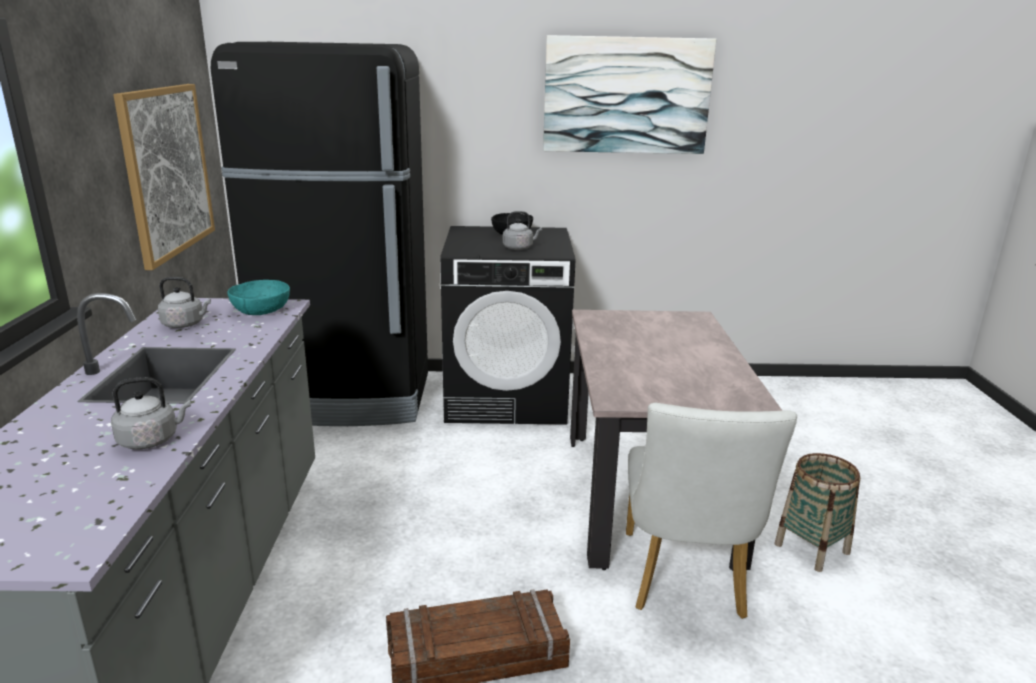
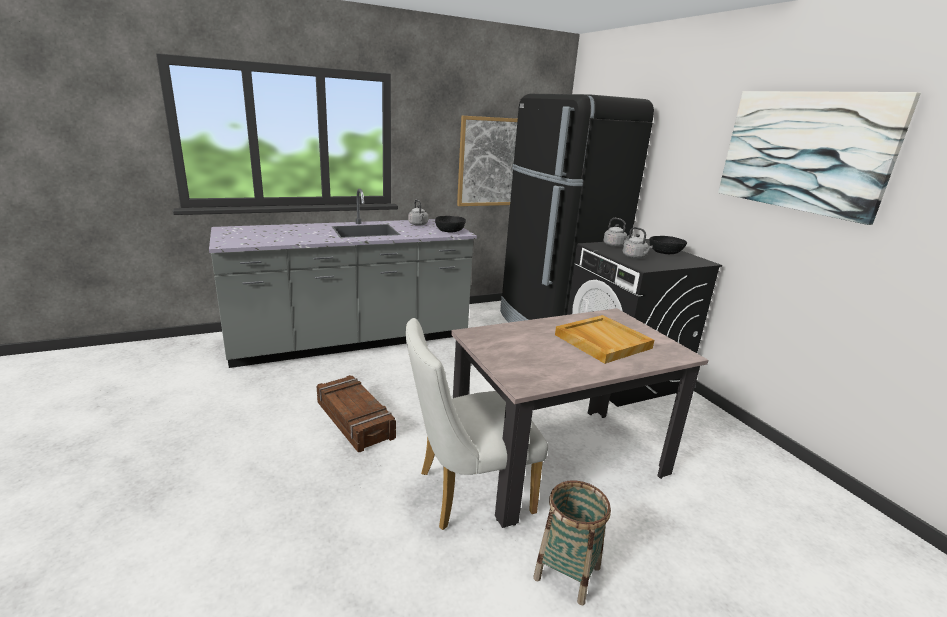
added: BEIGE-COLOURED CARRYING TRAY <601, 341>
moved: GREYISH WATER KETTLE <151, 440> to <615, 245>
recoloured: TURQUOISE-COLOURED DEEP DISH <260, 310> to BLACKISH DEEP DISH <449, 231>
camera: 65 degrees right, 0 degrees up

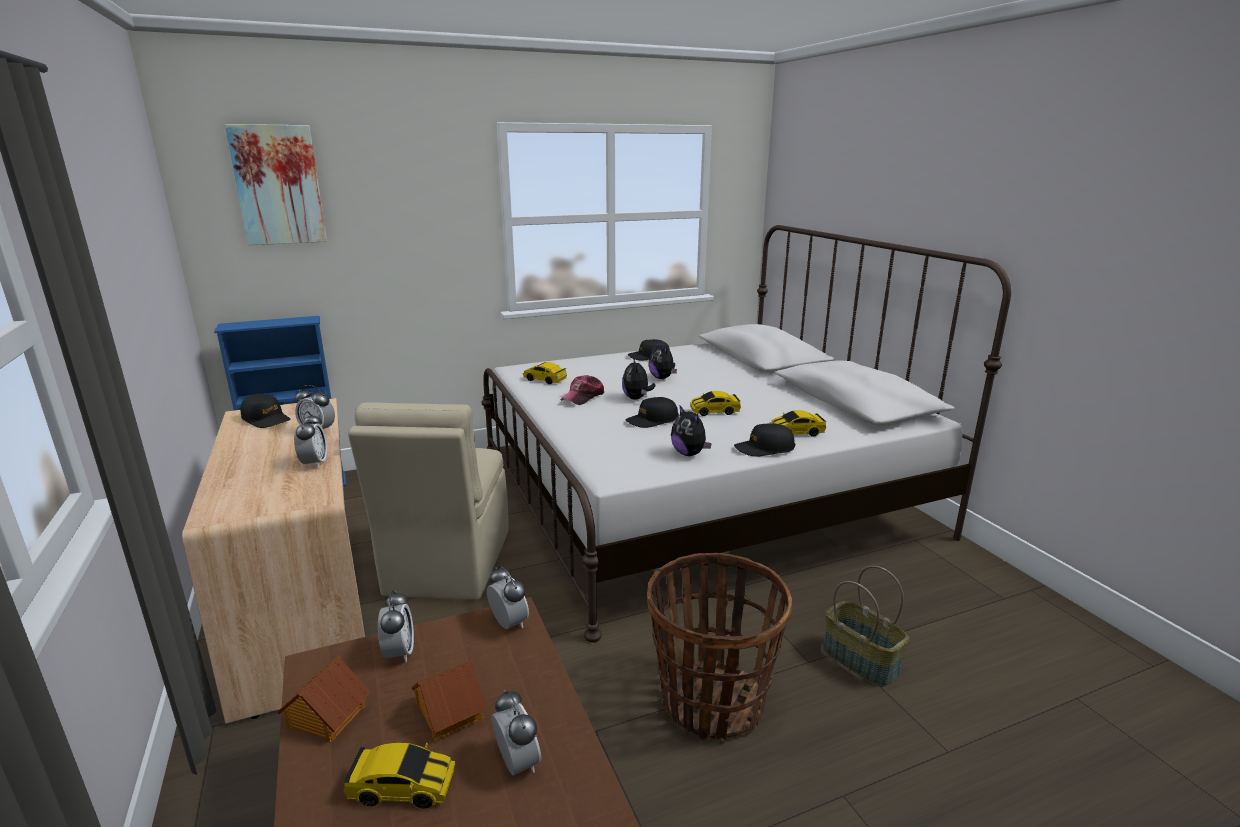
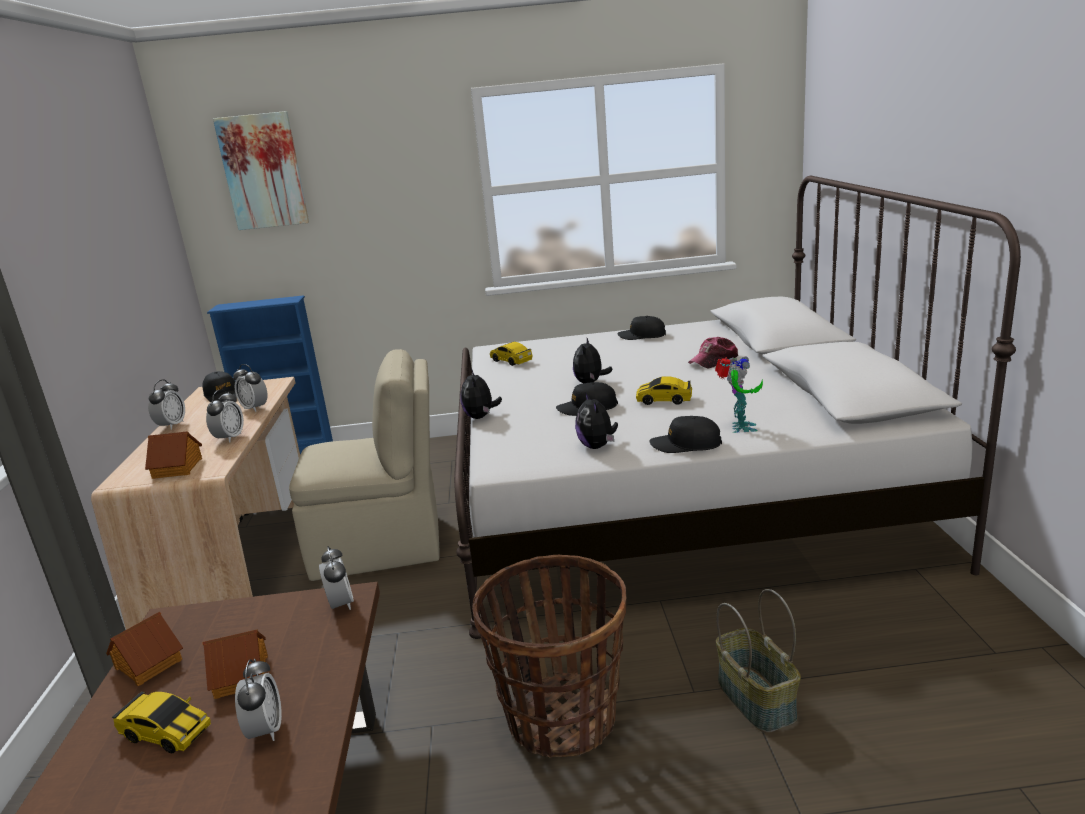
added: MODEL HOUSE <178, 468>
moved: TABLE CLOCK <399, 653> to <172, 425>; PEAKED CAP <583, 397> to <714, 360>; SOFT TOY <662, 378> to <481, 417>
replaced: TOY CAR <796, 432> to ROBOT FIGURE <740, 428>
turned: BEIGE-COLOURED UPRIGHT CHAIR <447, 564> = <381, 546> 120 degrees counterclockwise
camera: 20 degrees right, 0 degrees up

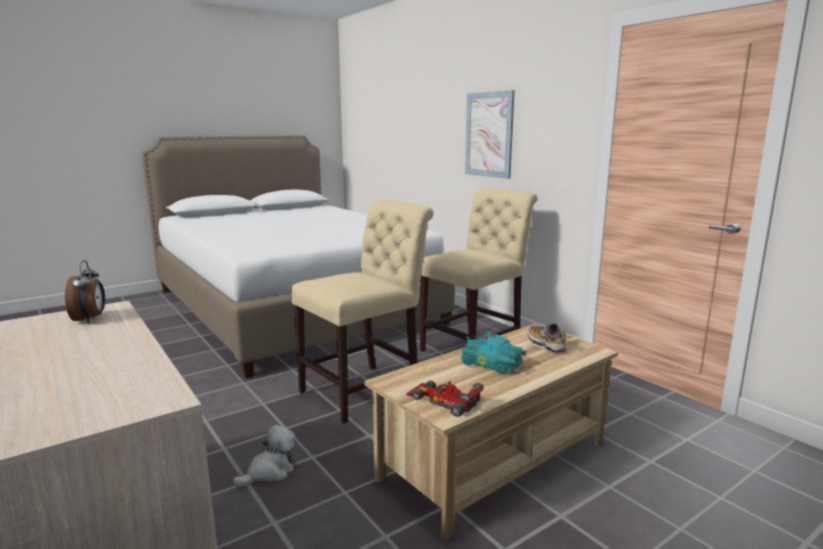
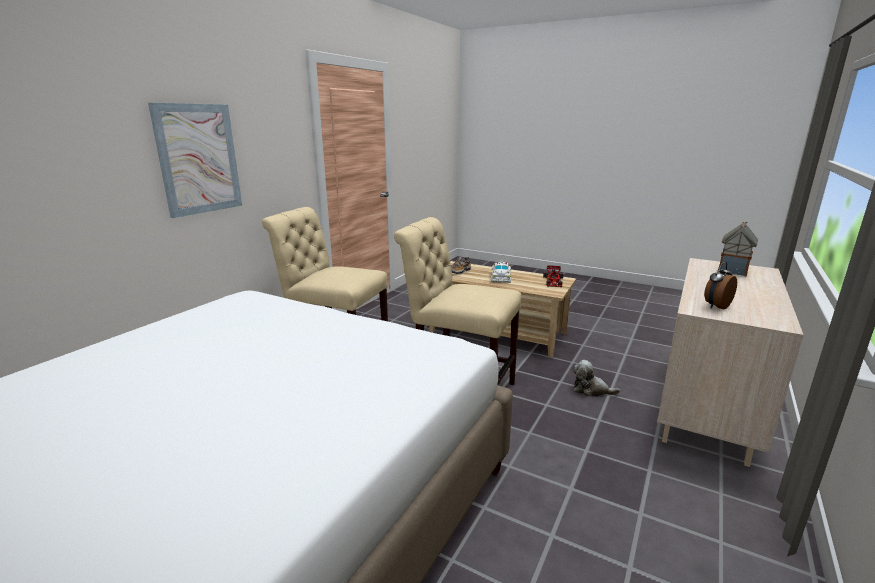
added: MODEL HOUSE <733, 271>
recoloured: TURQUOISE-COLOURED TOY CAR <492, 364> to WHITE-COLOURED TOY CAR <501, 278>
camera: 115 degrees left, 5 degrees up

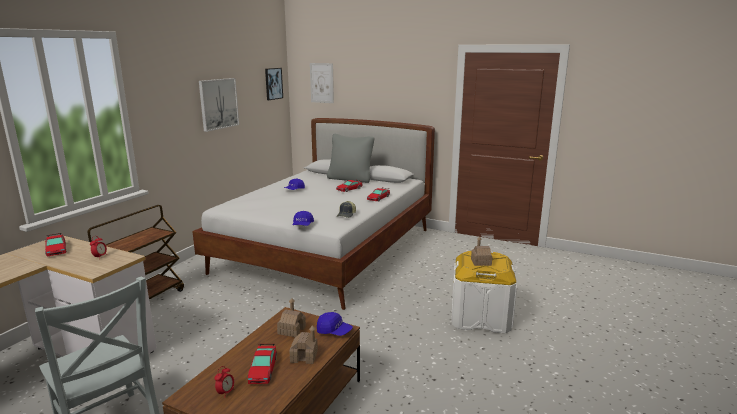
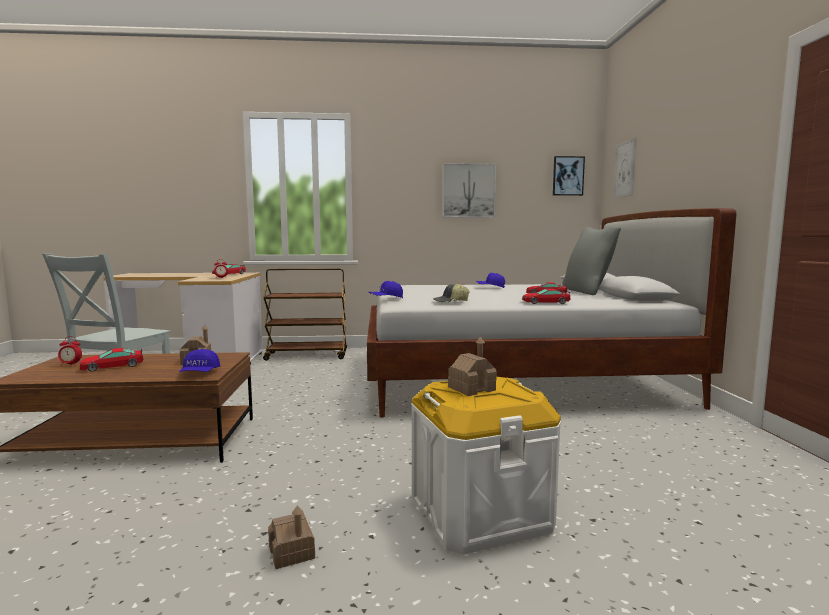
moved: MODEL HOUSE <304, 356> to <291, 553>
camera: 60 degrees right, 10 degrees down

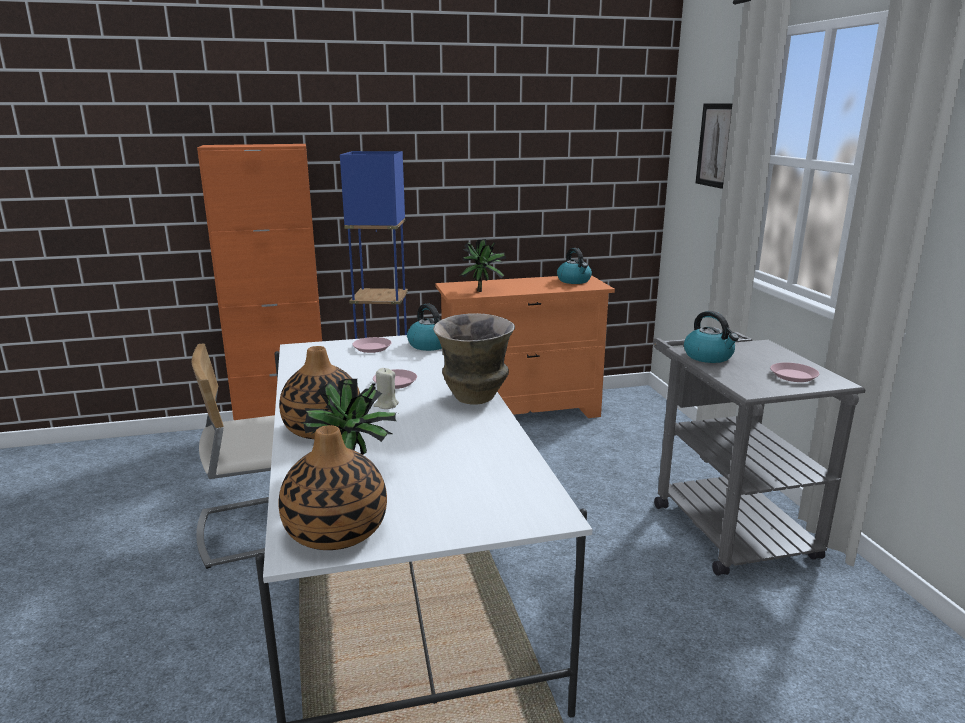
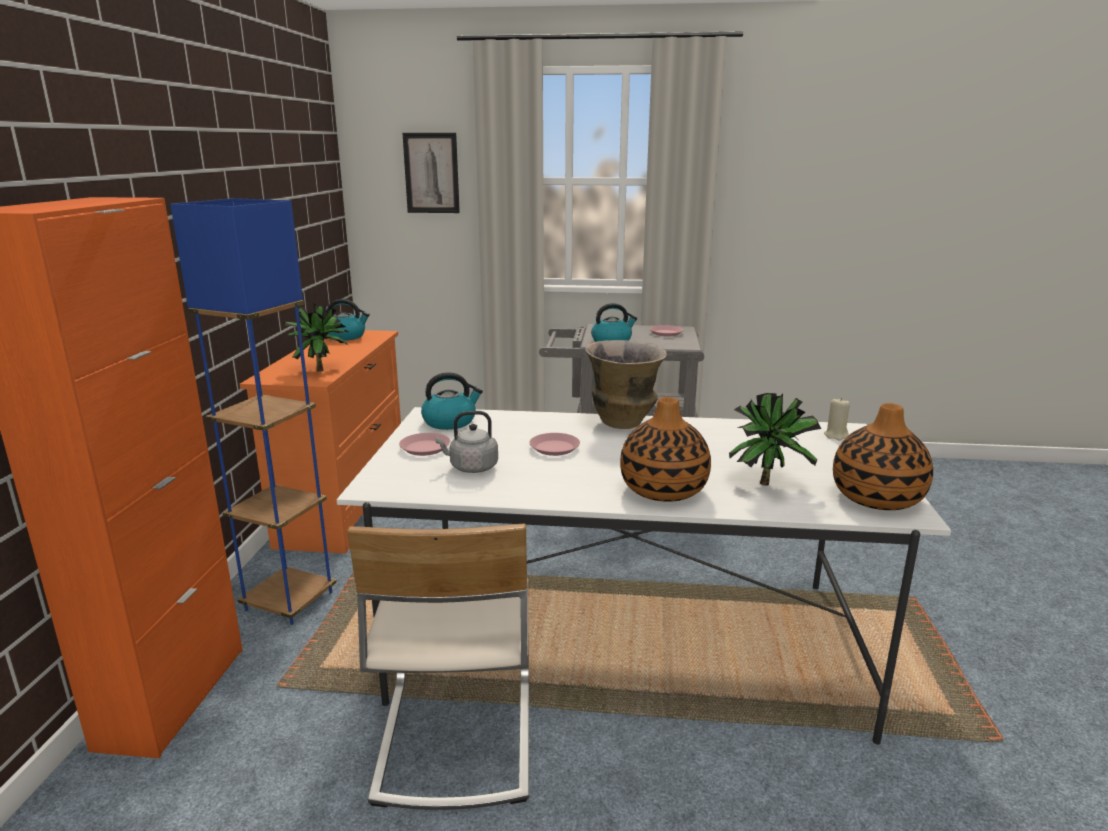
added: GREYISH WATER KETTLE <471, 467>
moved: BEIGE-COLOURED WAX LIGHT <386, 405> to <836, 435>
camera: 70 degrees left, 0 degrees up

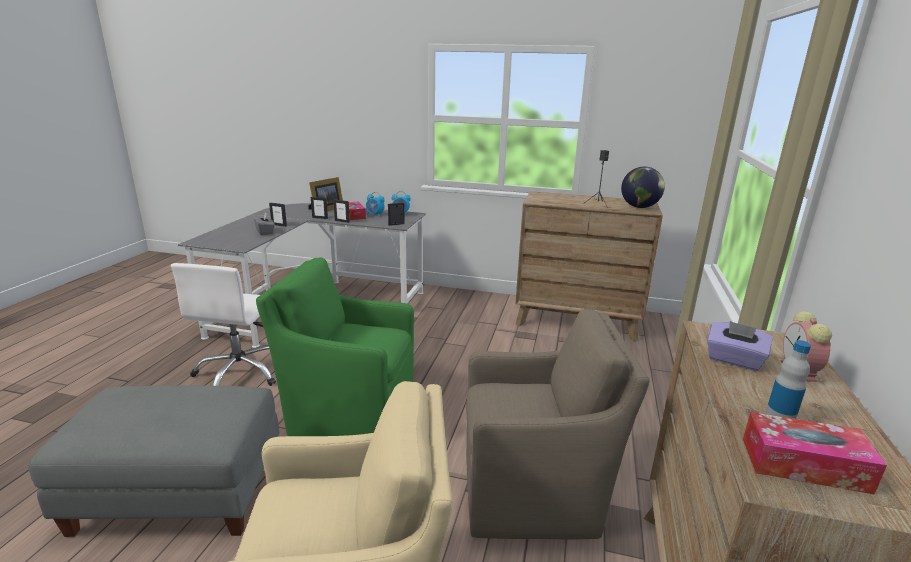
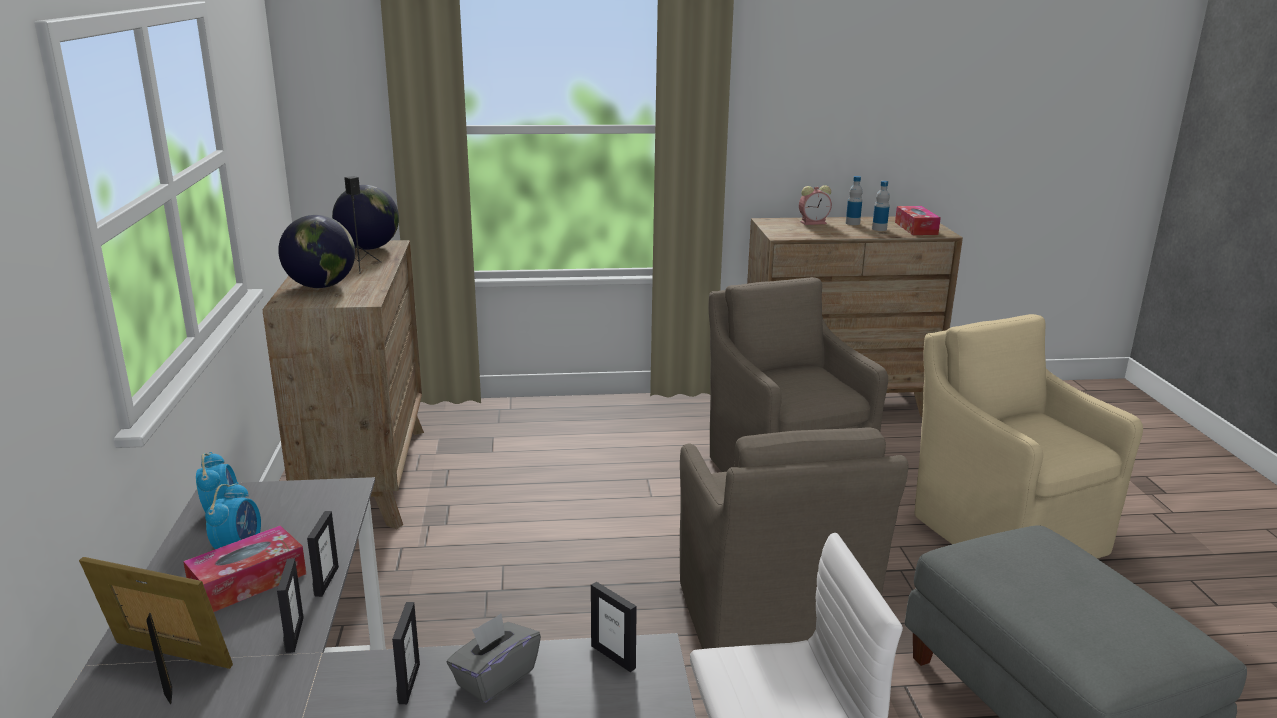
removed: PURPLE TISSUE HOLDER <733, 360>
added: GLOBE <321, 286>; BEVERAGE BOTTLE <852, 223>
moved: PICTURE FRAME <396, 224> to <613, 656>
recoloured: GREEN LOUNGE CHAIR <349, 412> to BROWN LOUNGE CHAIR <770, 627>
camera: 110 degrees left, 0 degrees up

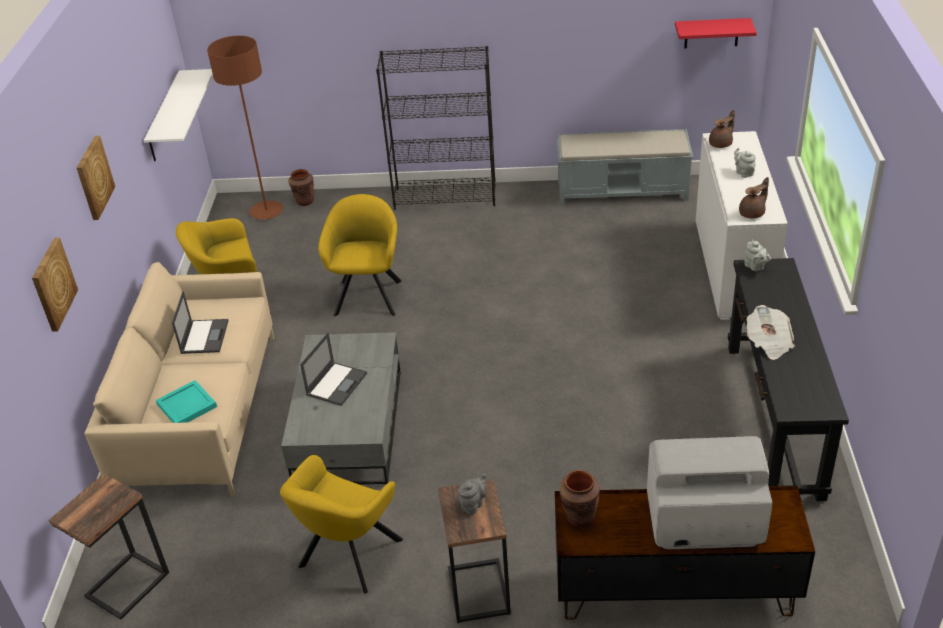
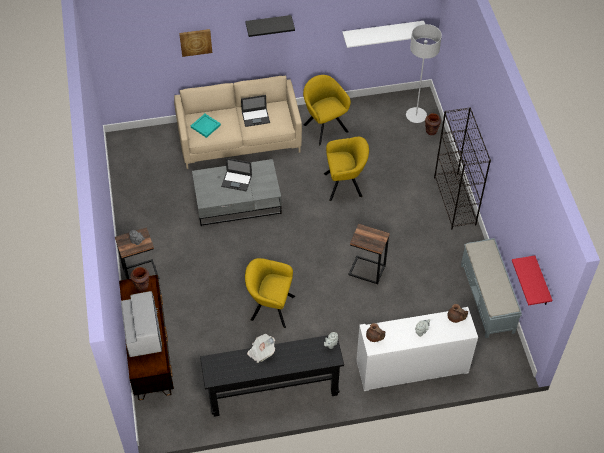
moved: END TABLE <128, 585> to <367, 270>; YELLOW-COLOURED LOUNGE CHAIR <347, 557> to <270, 307>
replaced: WALL ART <93, 177> to BLACKISH SHELF <268, 24>
recoloured: BROWN STANDARD LAMP <266, 211> to GREYISH STANDARD LAMP <416, 116>
camera: 75 degrees right, 15 degrees up

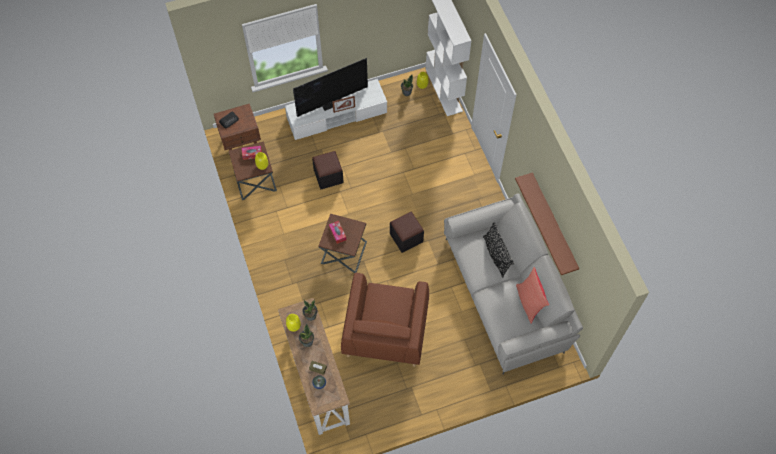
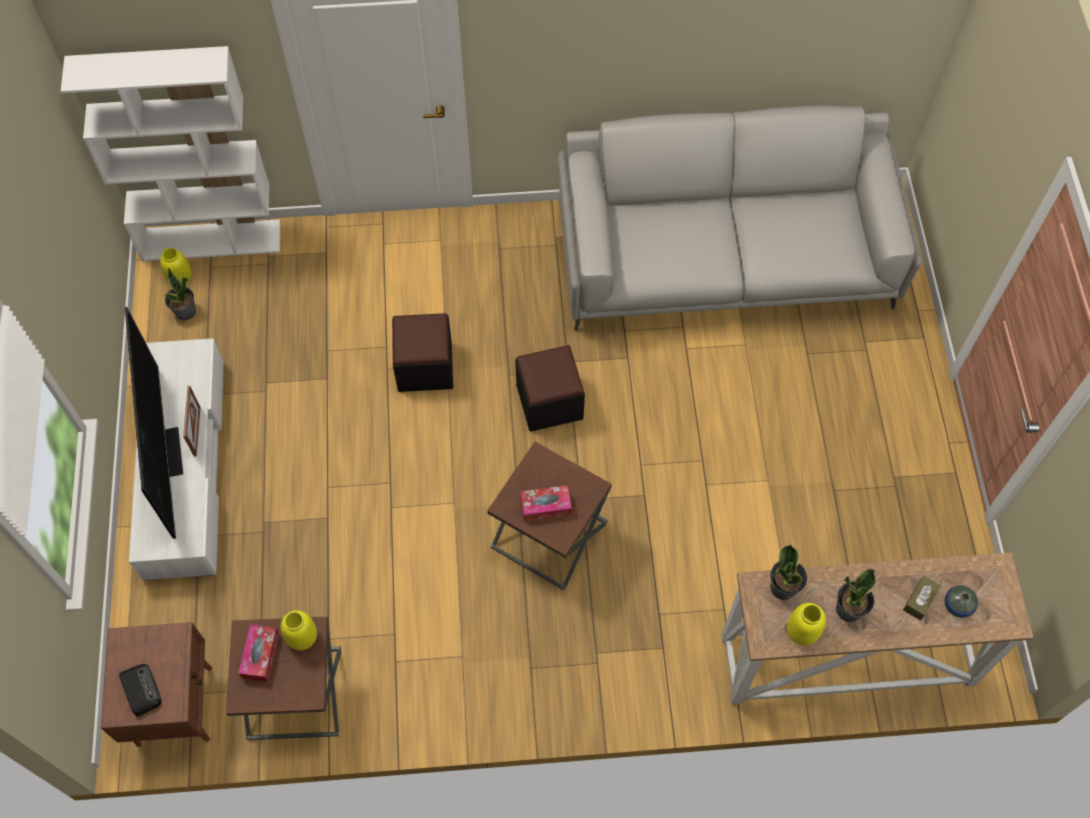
removed: BROWN LOUNGE CHAIR <385, 331>; BLACKISH THROW PILLOW <496, 255>; BROWN SHELF <553, 223>; RED THROW PILLOW <529, 302>
moved: BLACKISH POUFFE <328, 176> to <425, 366>
camera: 75 degrees left, 0 degrees up

